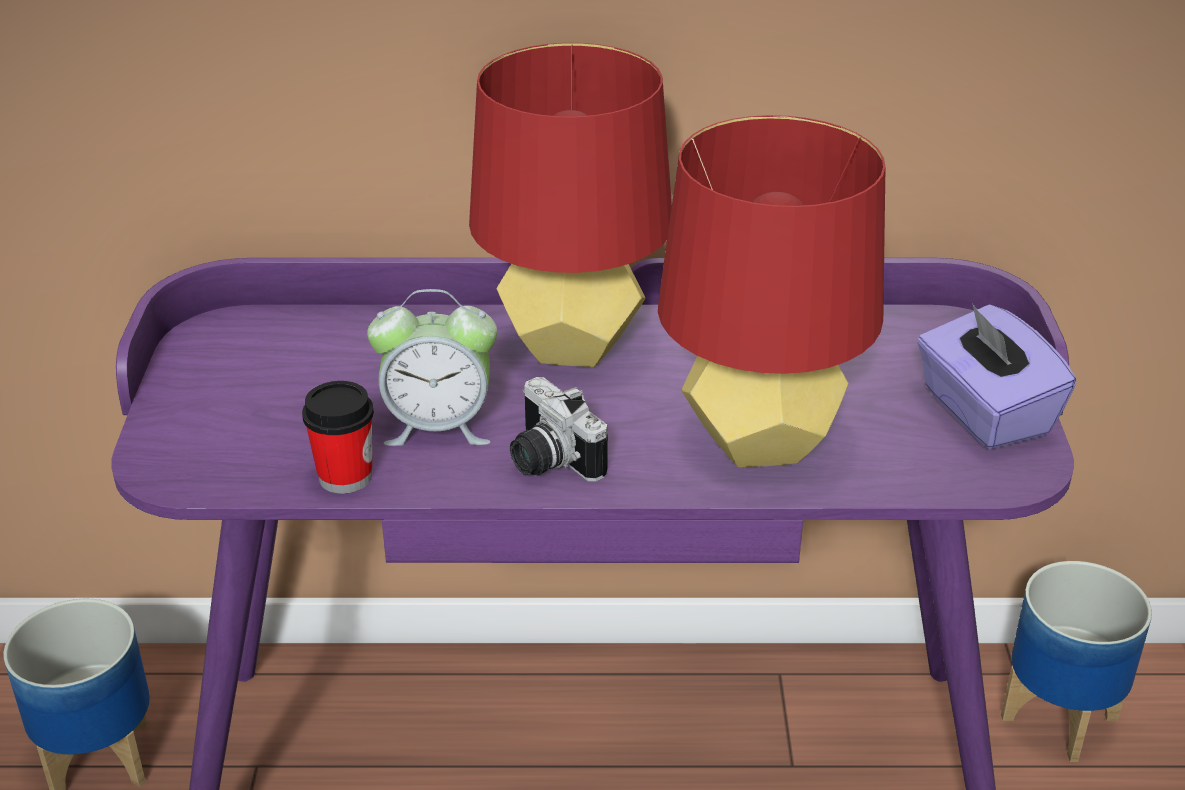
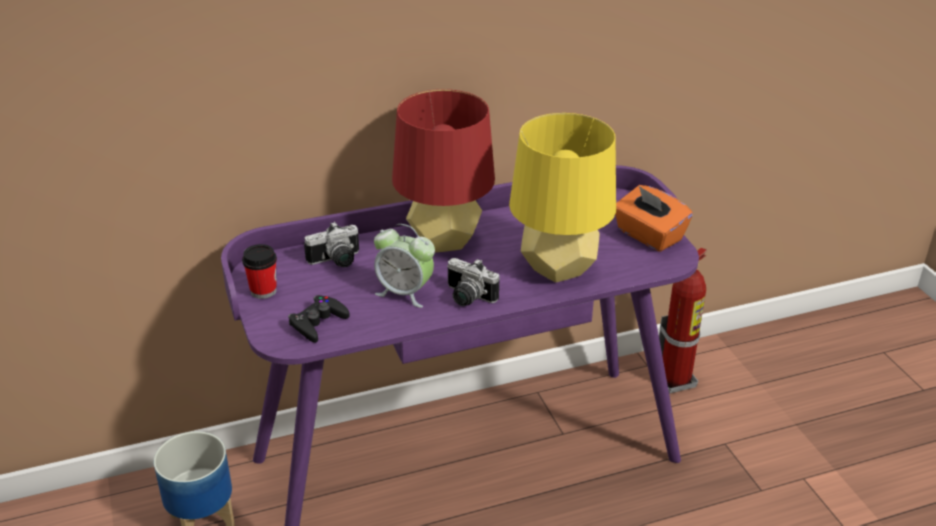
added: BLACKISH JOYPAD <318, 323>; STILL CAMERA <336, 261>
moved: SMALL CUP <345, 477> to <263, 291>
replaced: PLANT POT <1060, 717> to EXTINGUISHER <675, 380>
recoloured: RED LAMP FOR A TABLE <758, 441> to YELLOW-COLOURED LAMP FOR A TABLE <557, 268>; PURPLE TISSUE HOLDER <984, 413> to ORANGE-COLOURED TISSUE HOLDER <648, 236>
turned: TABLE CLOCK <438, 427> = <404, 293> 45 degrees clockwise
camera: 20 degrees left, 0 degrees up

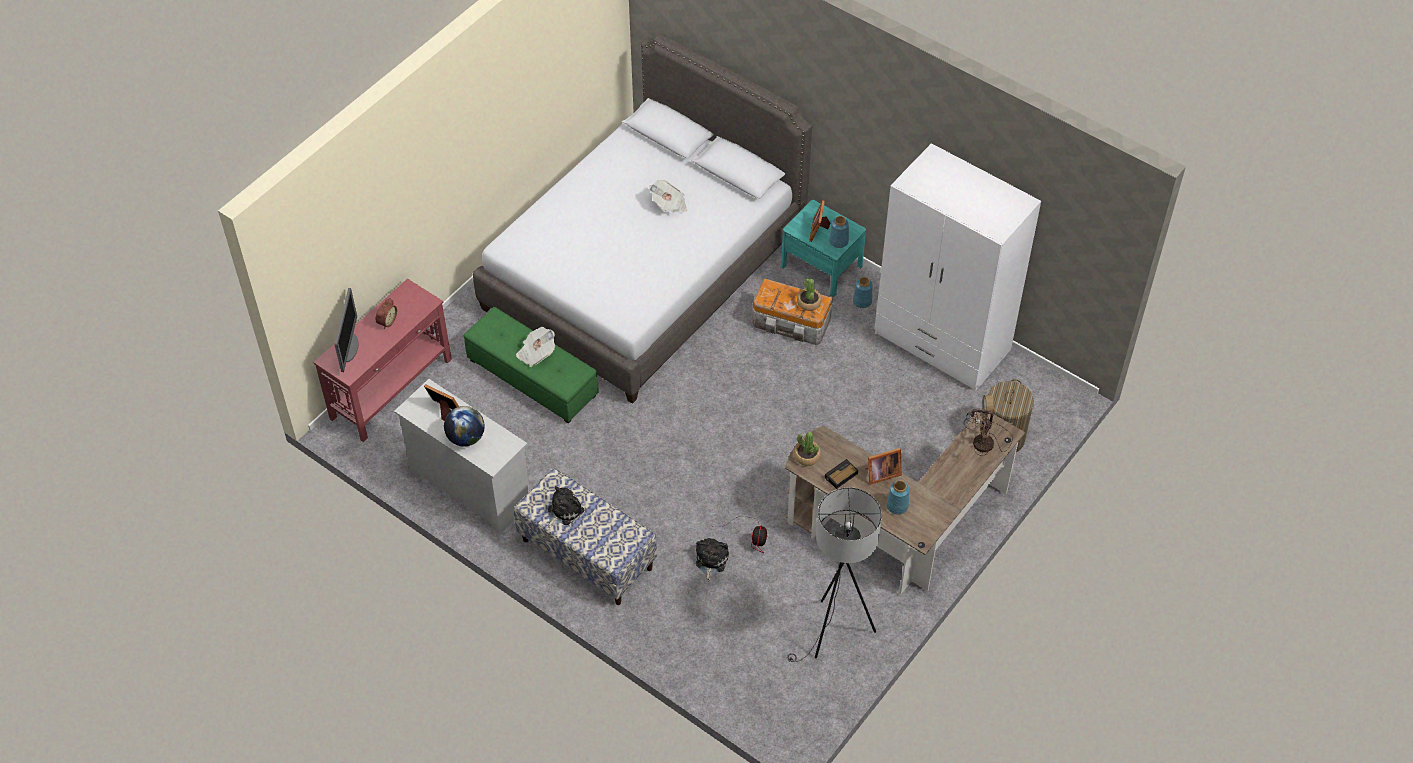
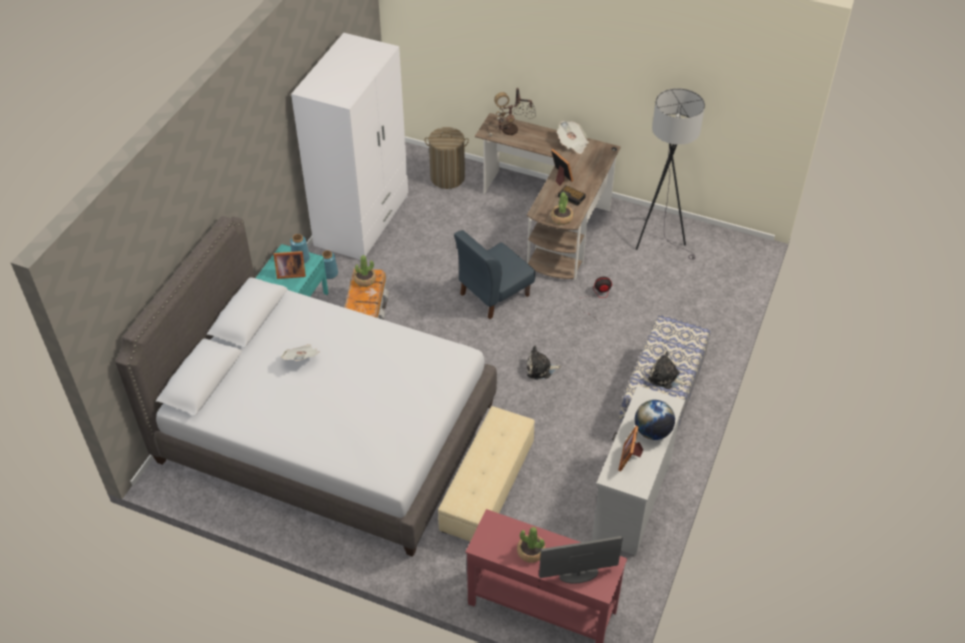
removed: BLUE-COLOURED FLOWER VASE <897, 506>
added: BLUE-COLOURED UPRIGHT CHAIR <494, 294>
moved: NEWSPAPER <536, 353> to <572, 144>; SOFT TOY <710, 561> to <540, 369>
replaced: TABLE CLOCK <386, 321> to HOUSEPLANT <531, 552>
recoloured: GREEN POUFFE <533, 377> to BEIGE-COLOURED POUFFE <487, 487>
camera: 105 degrees left, 5 degrees down

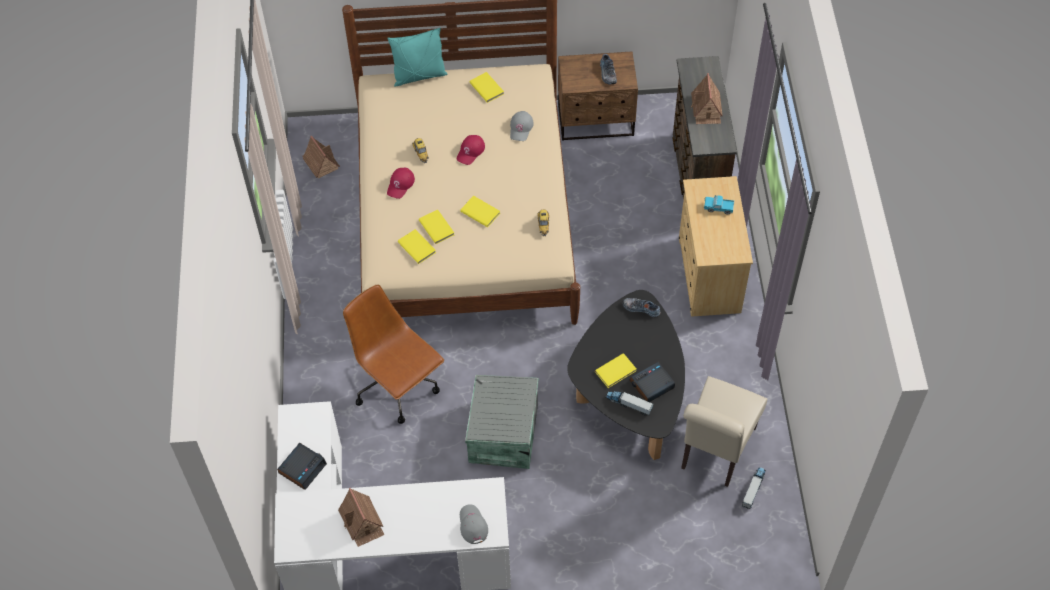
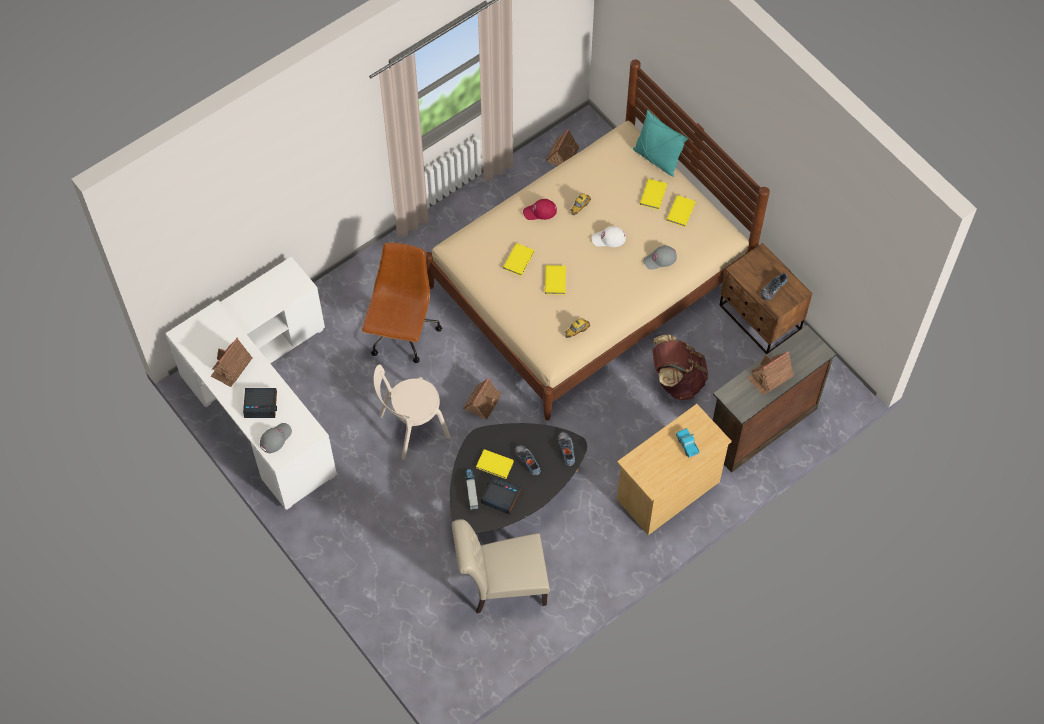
removed: TOY TRUCK <753, 489>
added: MODEL HOUSE <483, 402>; SHOE <528, 460>; BROWN KNAPSACK <676, 380>
moved: TABLE CLOCK <302, 468> to <261, 404>; YELLOW-COLOURED BOUND BOOK <417, 246> to <654, 194>
replaced: GREYISH STORAGE BOX <502, 434> to BEIGE-COLOURED UPRIGHT CHAIR <411, 428>
recoloured: RED PEAKED CAP <470, 151> to WHITE-COLOURED PEAKED CAP <608, 239>
camera: 55 degrees right, 5 degrees up

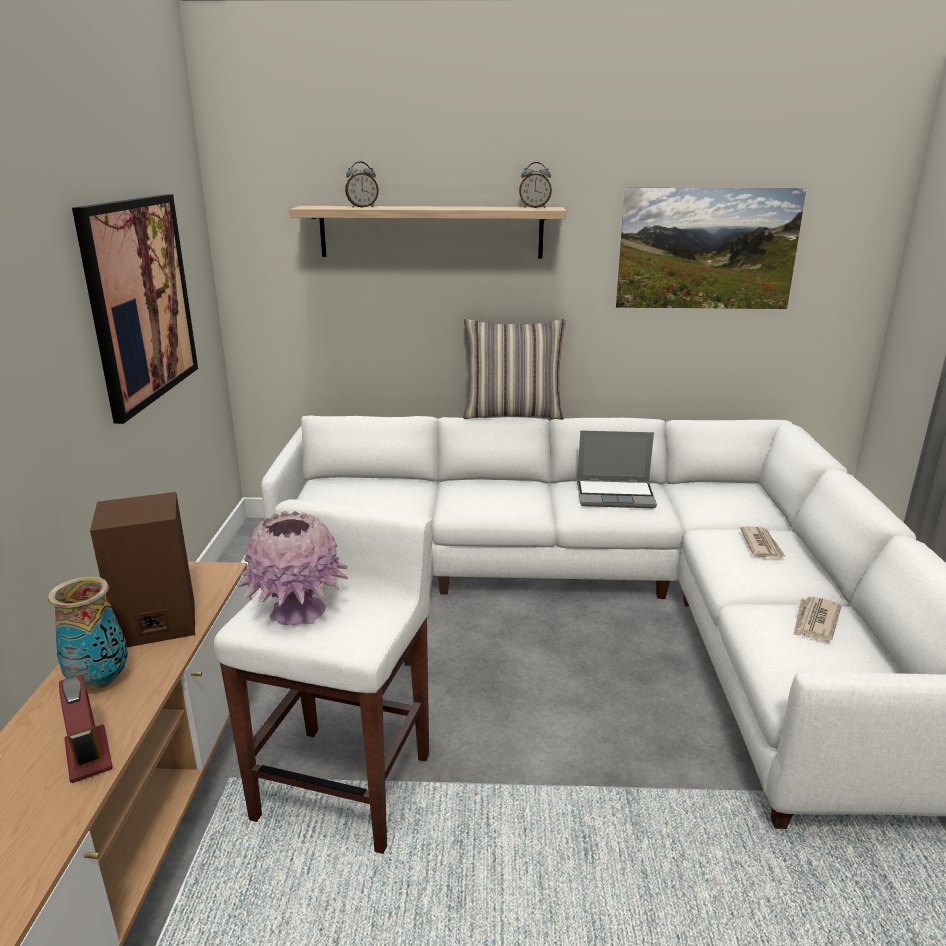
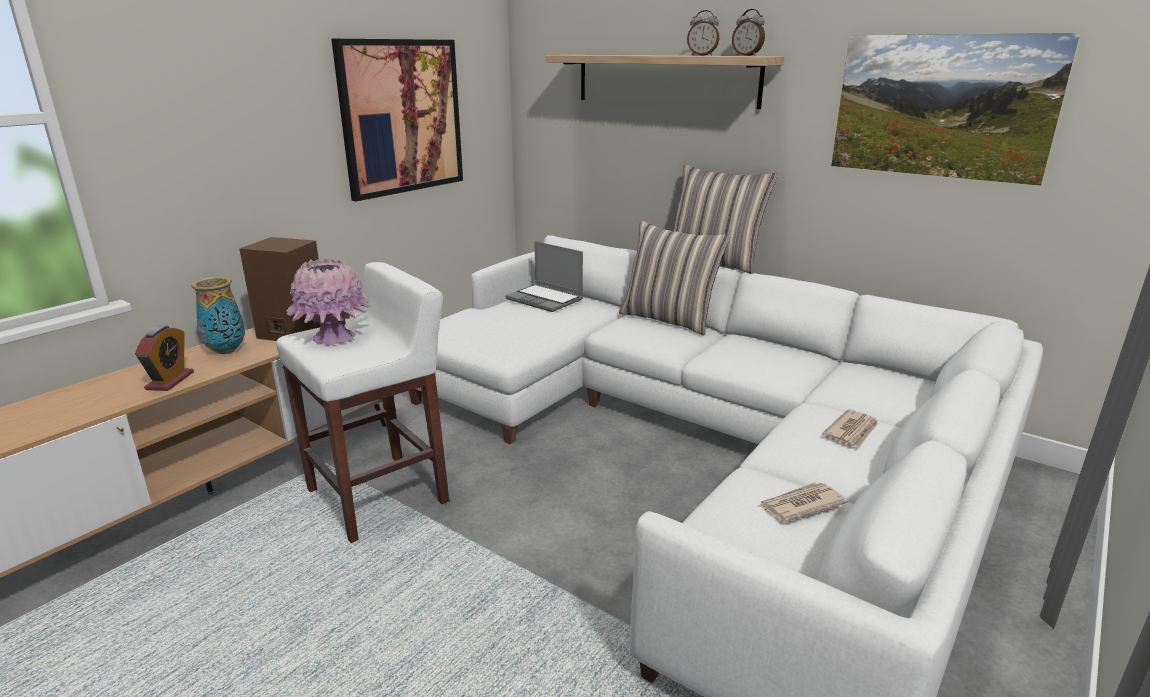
added: THROW PILLOW <669, 319>
moved: TABLE CLOCK <362, 207> to <702, 55>; PORTABLE COMPUTER <616, 495> to <546, 299>
camera: 35 degrees right, 0 degrees up

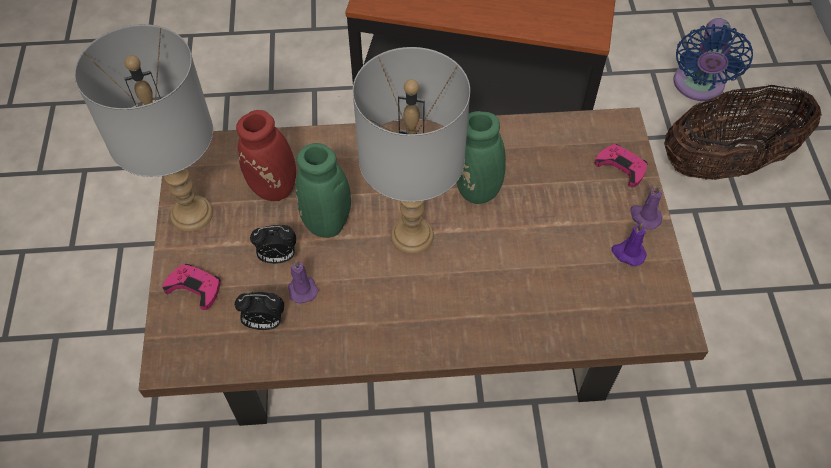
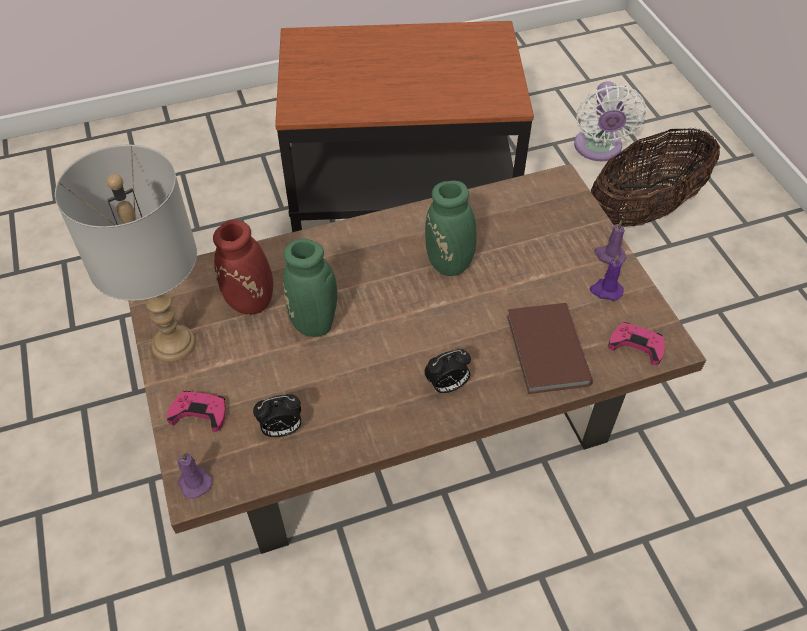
removed: GREYISH LAMP FOR A TABLE <412, 234>
added: BROWN BOUND BOOK <545, 351>
moved: TABLE CLOCK <277, 257> to <447, 386>; PURPLE WAX LIGHT <302, 288> to <194, 481>; PINKISH JOYPAD <621, 167> to <636, 345>
recoloured: BLUE-COLOURED FAN <697, 86> to WHITE-COLOURED FAN <598, 149>
camera: 15 degrees left, 5 degrees down

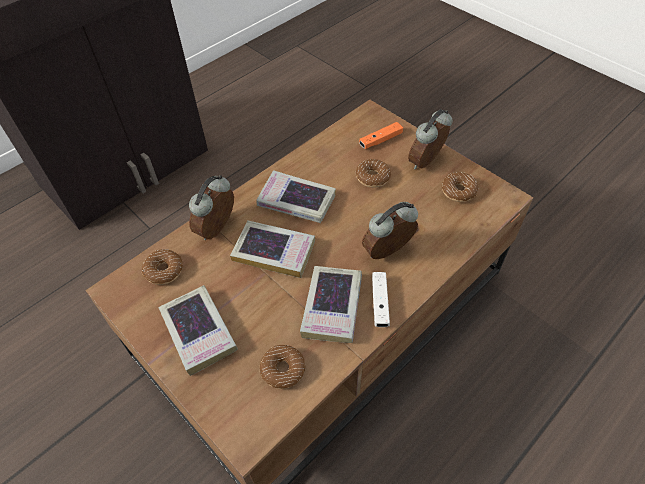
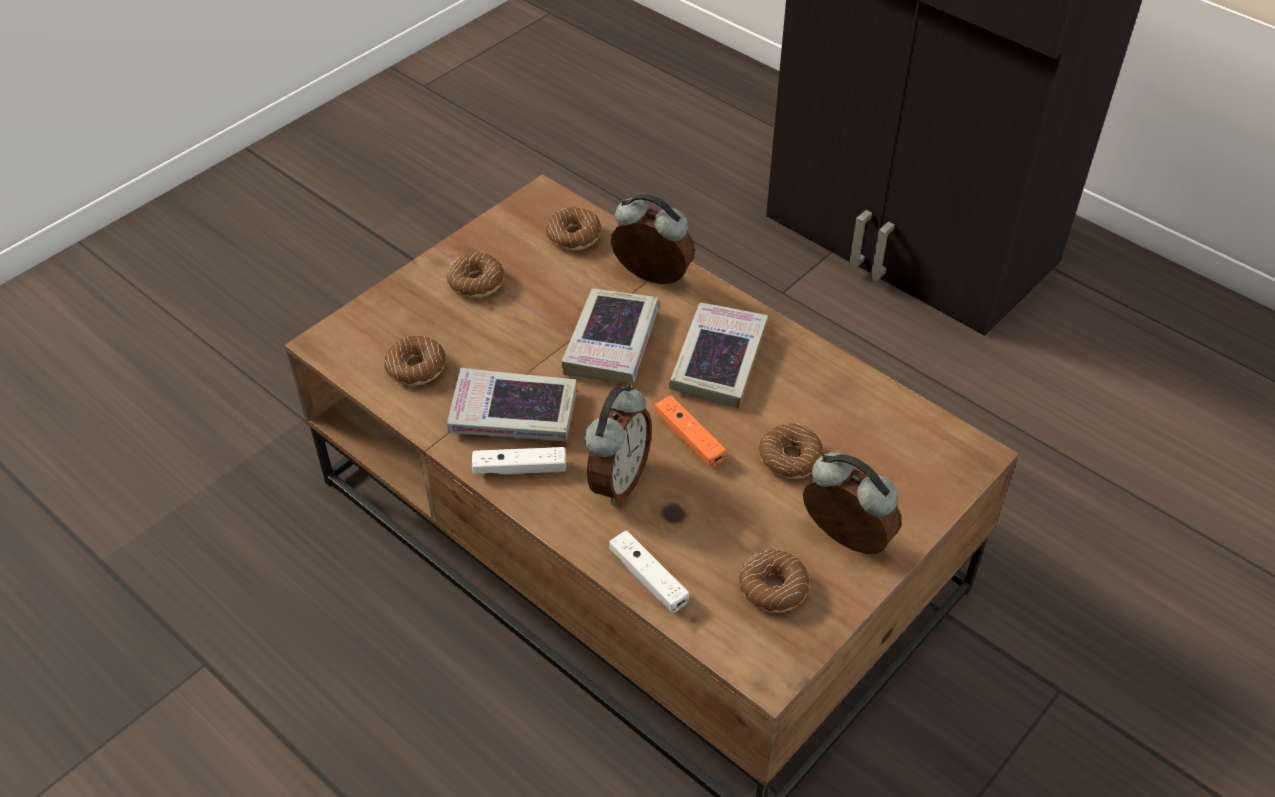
added: WHITE-COLOURED JOYPAD <648, 578>
moved: ORANGE-COLOURED JOYPAD <380, 140> to <689, 438>
replaced: BOUND BOOK <199, 332> to DOUGHNUT <476, 282>
turned: TABLE CLOCK <388, 253> = <617, 480> 60 degrees clockwise
camera: 85 degrees right, 5 degrees down

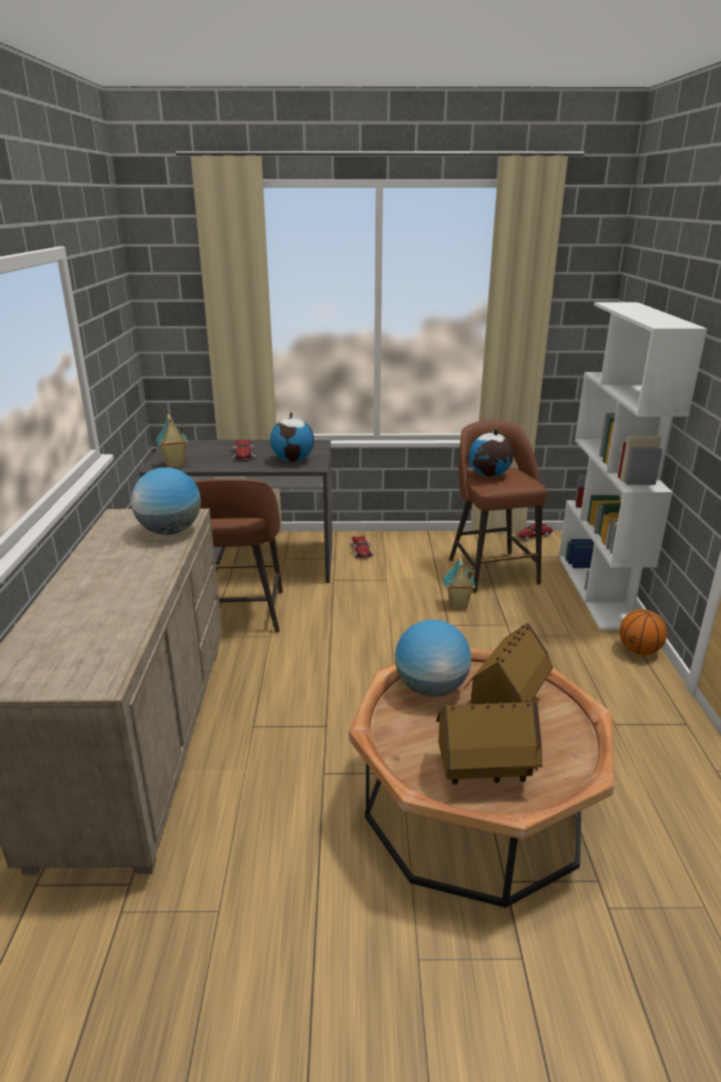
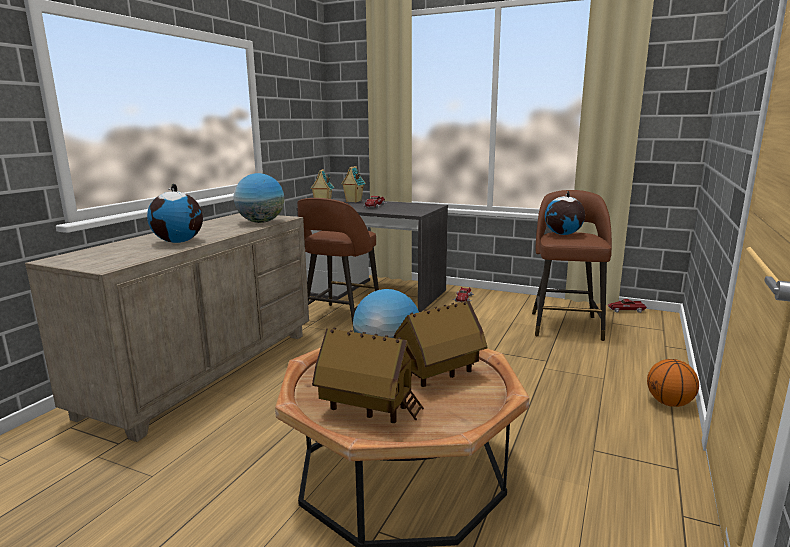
removed: WHITE-COLOURED BOOKSHELF <598, 591>
moved: GLOBE <293, 460> to <179, 242>; MODEL HOUSE <457, 604> to <353, 201>
camera: 25 degrees right, 10 degrees down

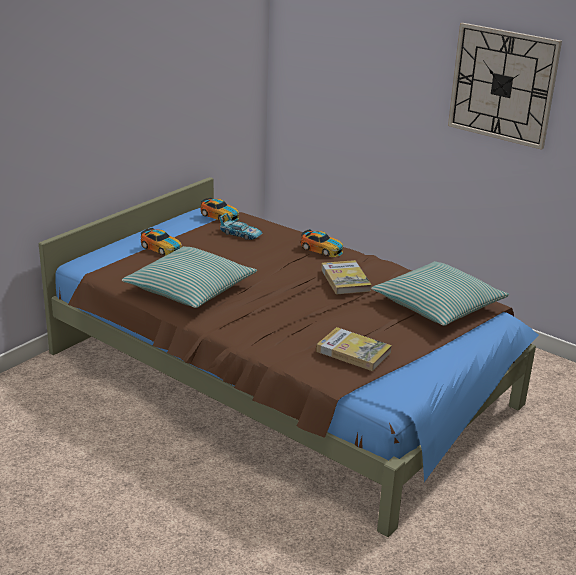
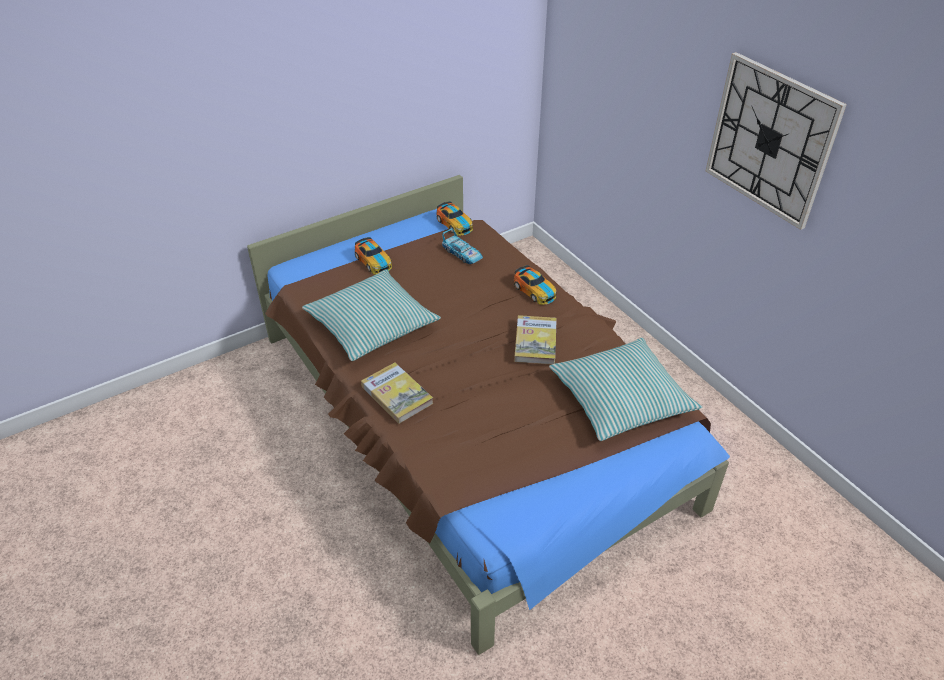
moved: BOUND BOOK <353, 352> to <397, 395>
camera: 20 degrees right, 15 degrees up

